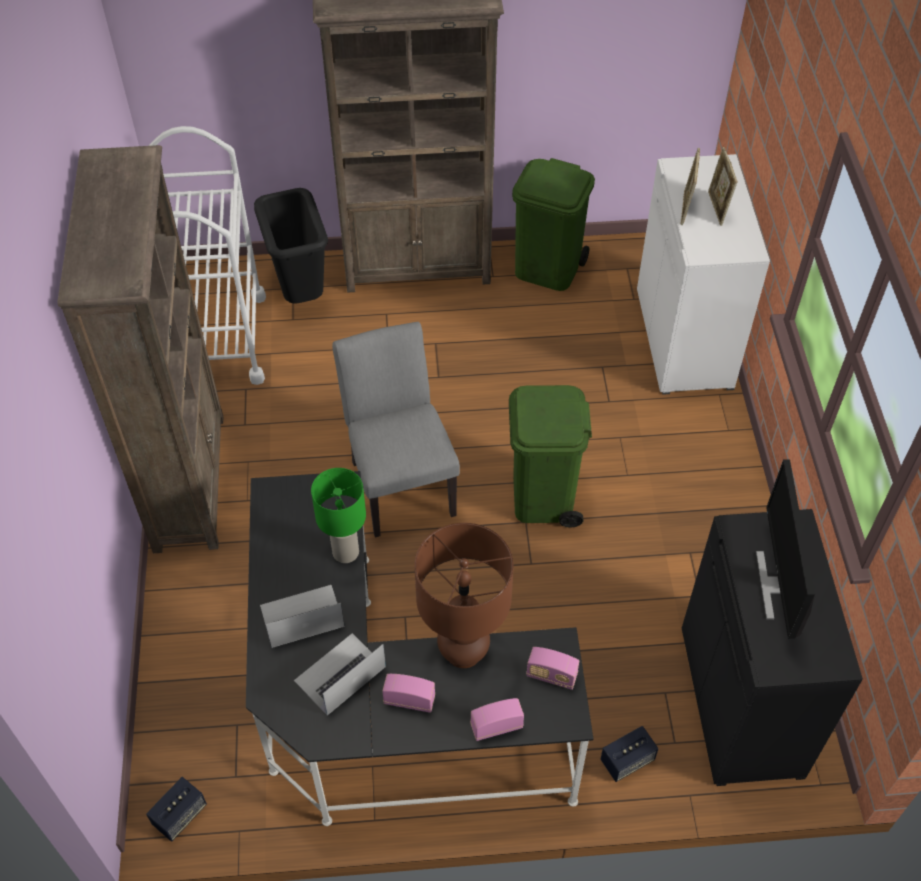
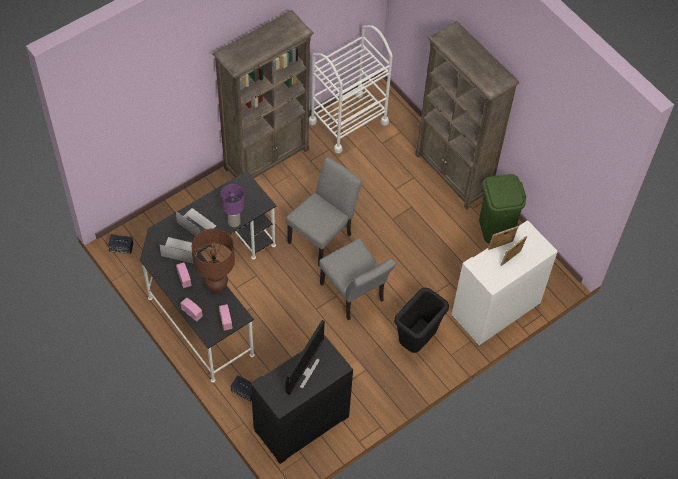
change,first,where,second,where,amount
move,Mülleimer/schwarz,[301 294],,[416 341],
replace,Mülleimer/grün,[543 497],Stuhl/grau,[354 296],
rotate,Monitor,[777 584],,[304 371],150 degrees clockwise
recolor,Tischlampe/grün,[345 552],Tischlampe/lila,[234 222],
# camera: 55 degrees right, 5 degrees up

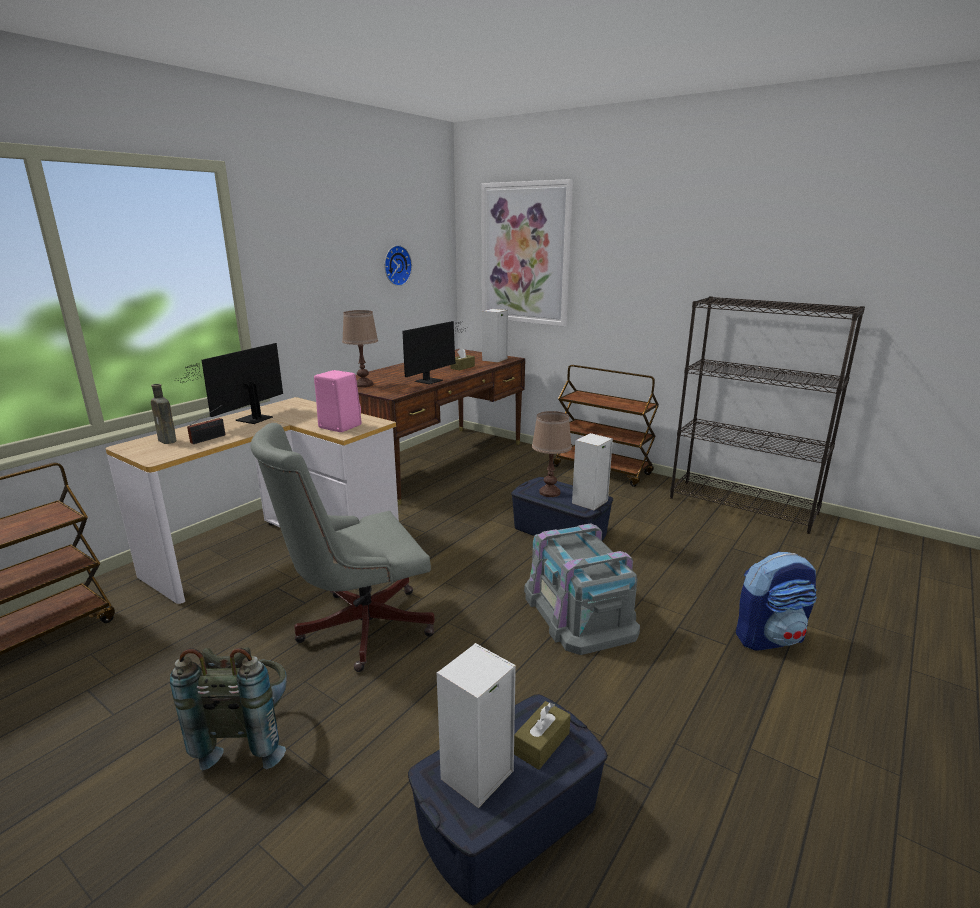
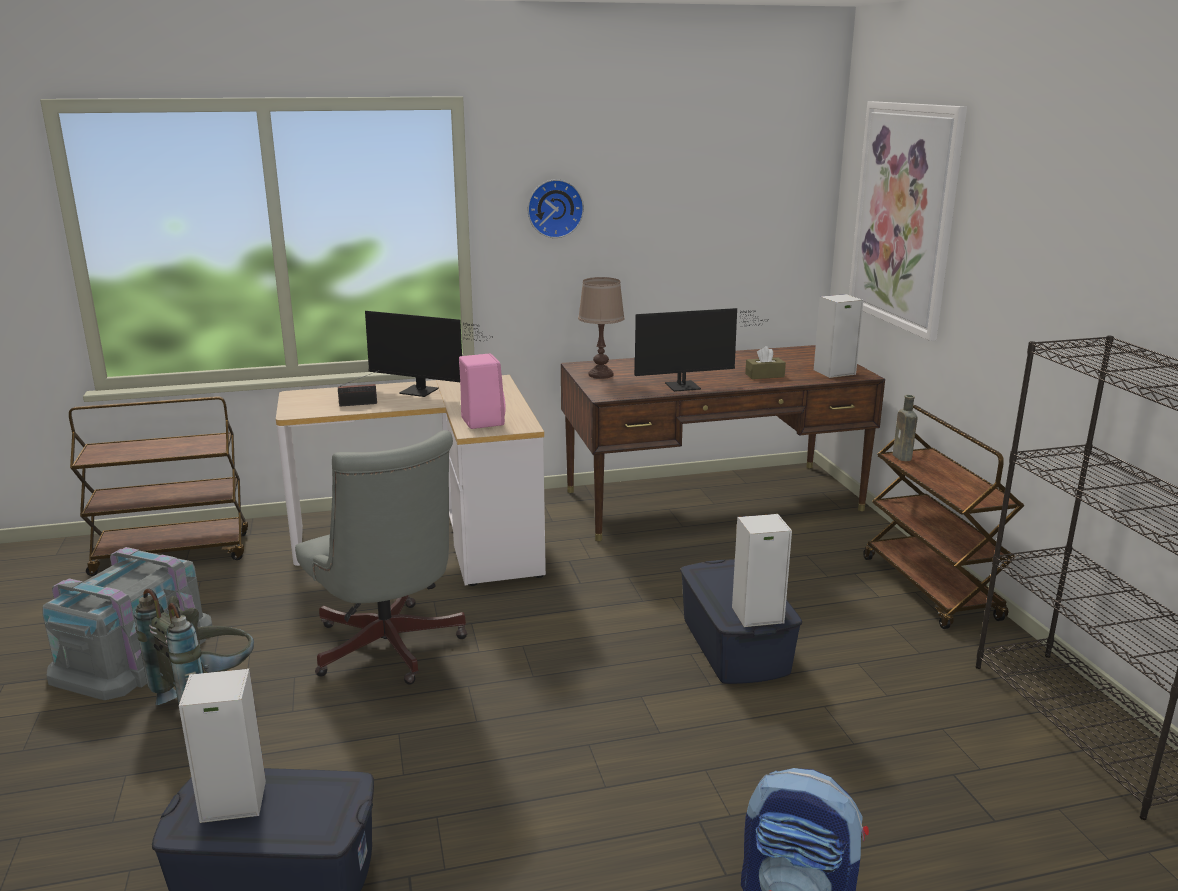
change,first,where,second,where,amount
move,Wanduhr,[396 265],,[554 208],
rotate,Monitor,[249 420],,[423 392],135 degrees counterclockwise
move,Flasche/braun,[168 441],,[903 457],
delete,Tischlampe/braun,[550 492],,,
rotate,Bürostuhl/grau,[357 627],,[389 651],135 degrees counterclockwise
move,Aufbewahrungsbox/grau,[578 611],,[133 652],
delete,Taschentuchbox/braun,[542 743],,,
# camera: 40 degrees right, 0 degrees up

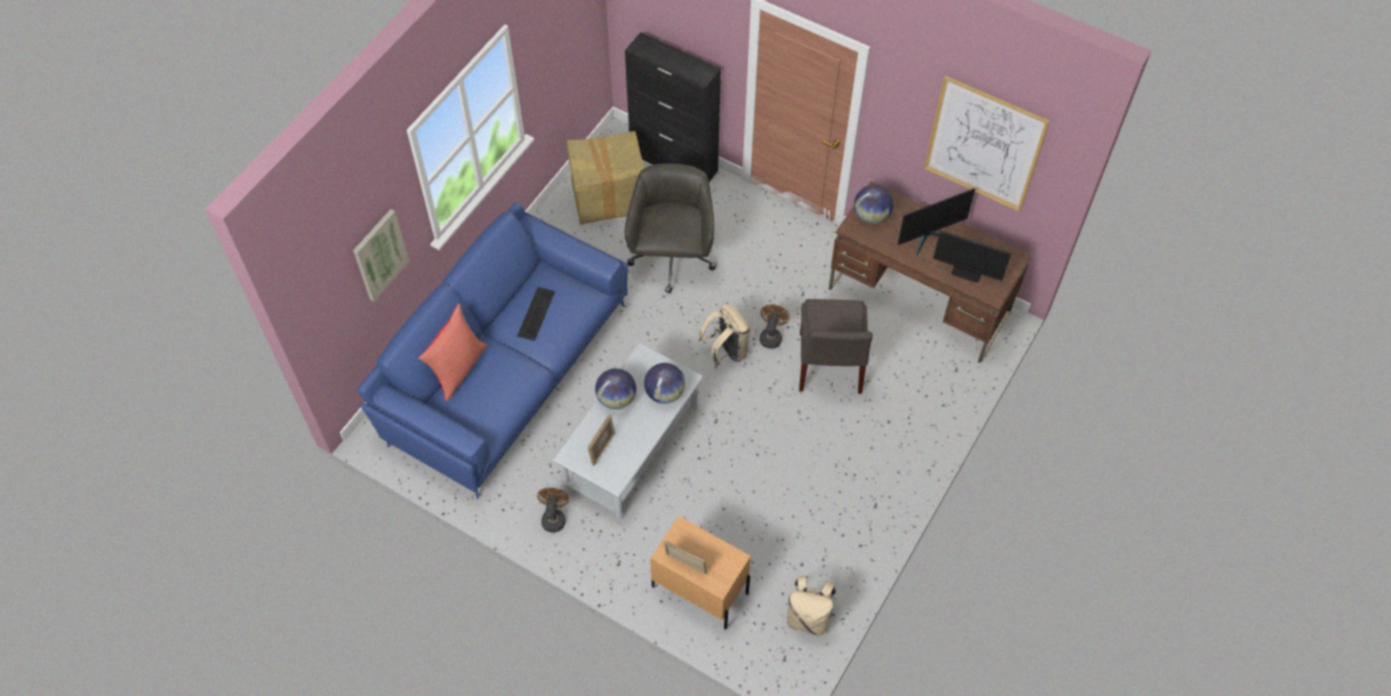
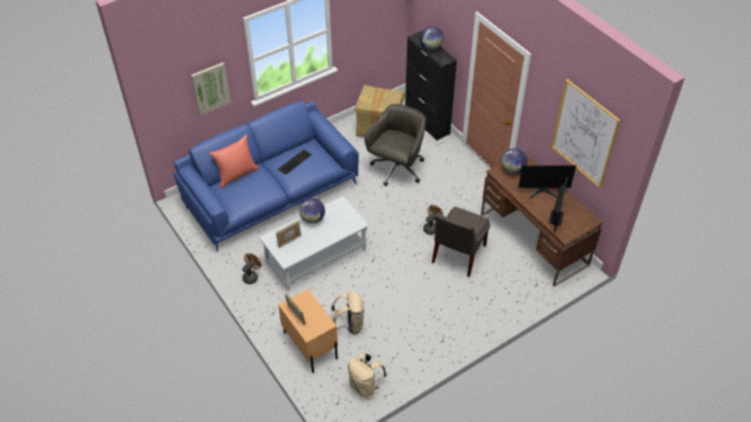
change,first,where,second,where,amount
rotate,Monitor,[967 271],,[556 217],120 degrees counterclockwise
move,Rucksack/beige,[726 351],,[349 325],
move,Globus,[664 393],,[431 47],
# camera: 25 degrees right, 10 degrees down

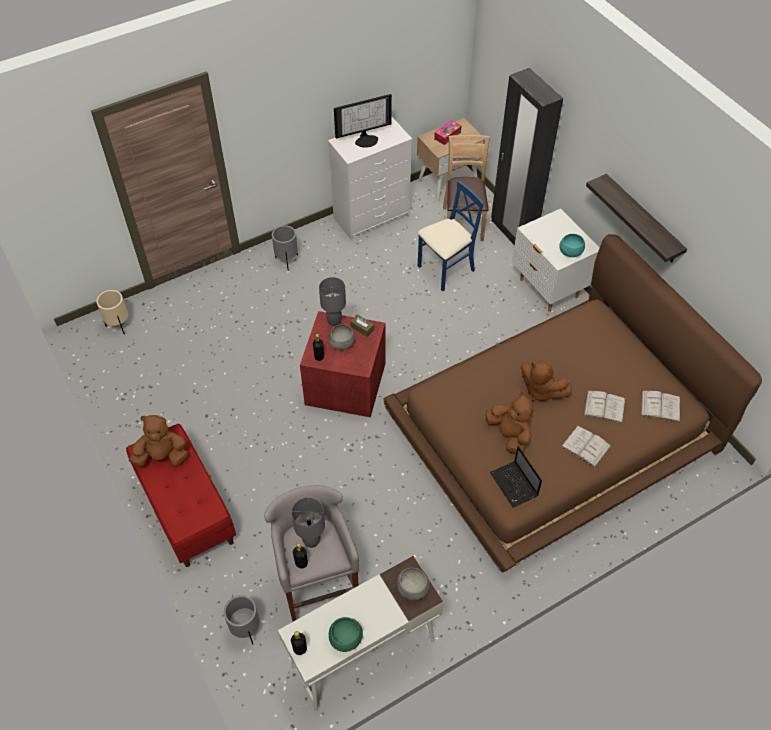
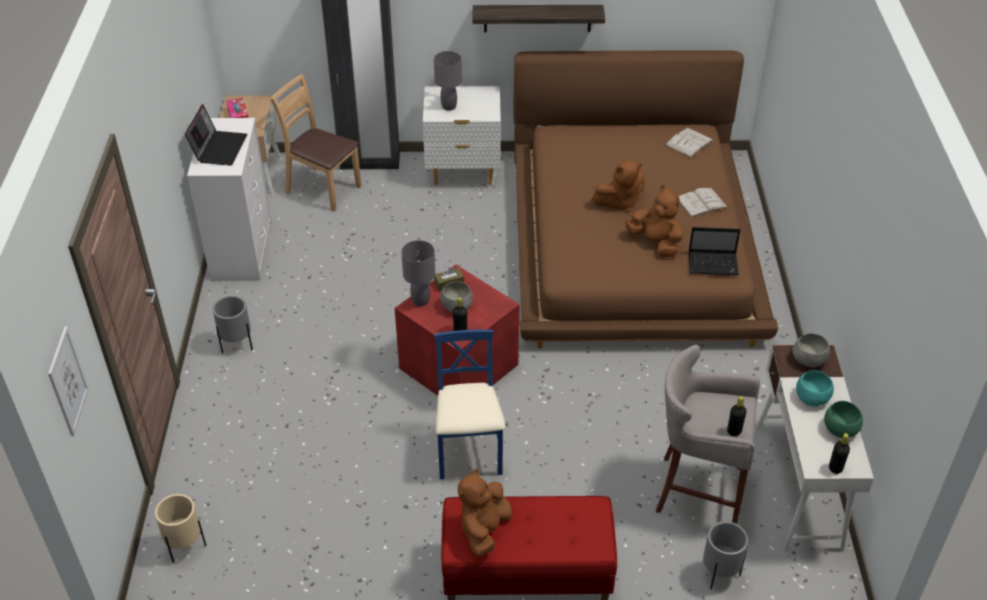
change,first,where,second,where,amount
replace,Monitor,[366 139],Laptop,[219 148],
move,Stuhl/blau,[446 269],,[469 452],
move,Schüssel/türkis,[571 252],,[811 397],
delete,Buch/weiß,[604 407],,,
rotate,Plüschtier/braun,[509 435],,[655 243],45 degrees clockwise
move,Tischlampe/grau,[311 541],,[449 107],
insert,,,Bild,[67 381],
# camera: 60 degrees left, 10 degrees down

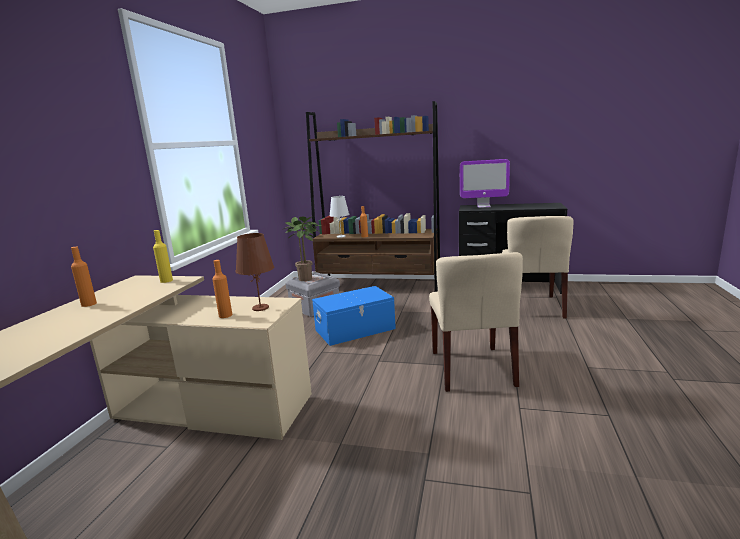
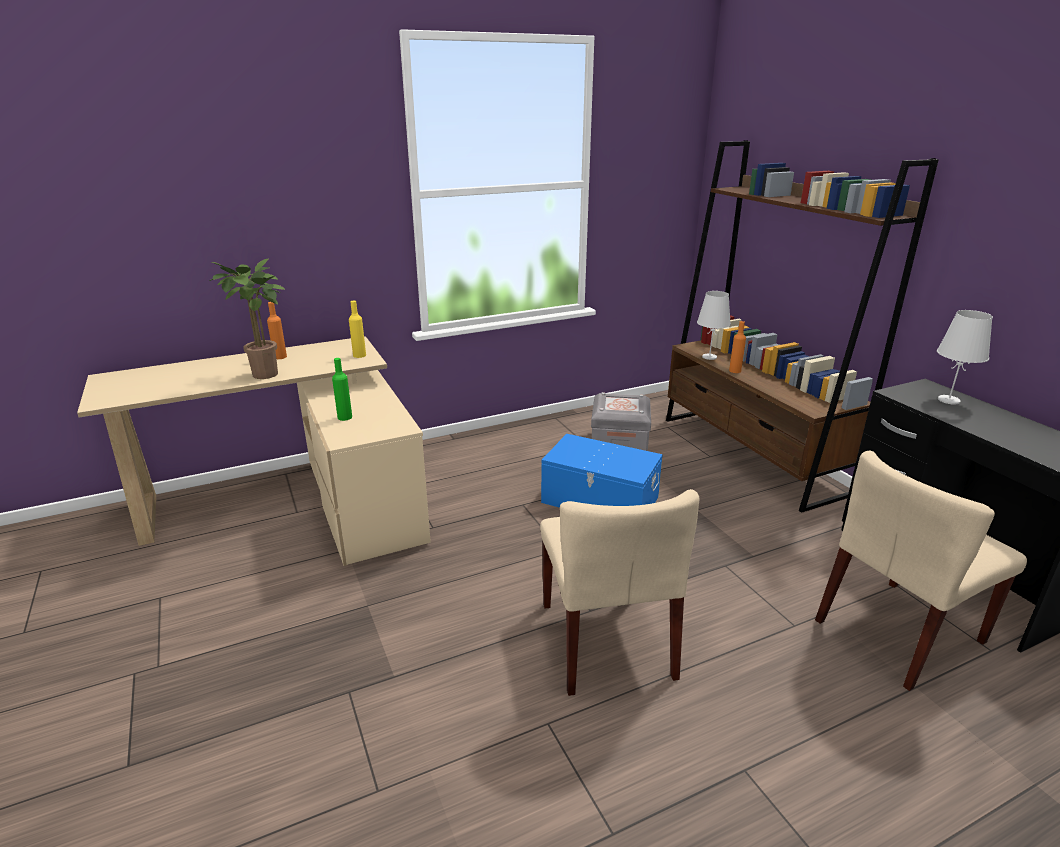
change,first,where,second,where,amount
replace,Monitor,[483 206],Tischlampe/weiß,[949 400],
move,Topfpflanze,[308 279],,[266 376],
delete,Tischlampe/braun,[260 308],,,
rotate,Stuhl/beige,[472 368],,[607 640],60 degrees counterclockwise
recolor,Flasche/orange,[225 315],Flasche/grün,[345 417],
# camera: 50 degrees right, 10 degrees up

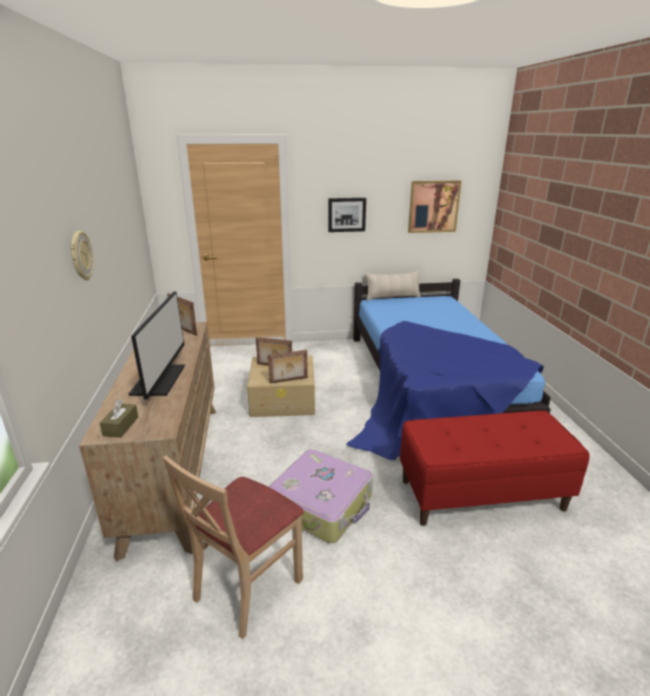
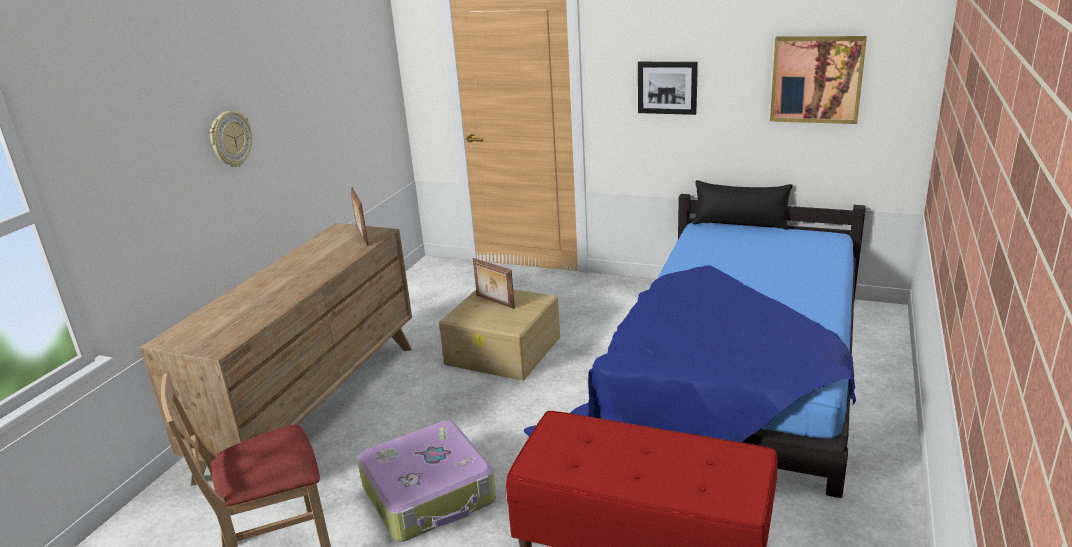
change,first,where,second,where,amount
recolor,Kissen/beige,[392 297],Kissen/schwarz,[740 224],
delete,Monitor,[159 379],,,
delete,Bilderrahmen,[288 380],,,
delete,Taschentuchbox/braun,[121 426],,,
# camera: 30 degrees right, 0 degrees up

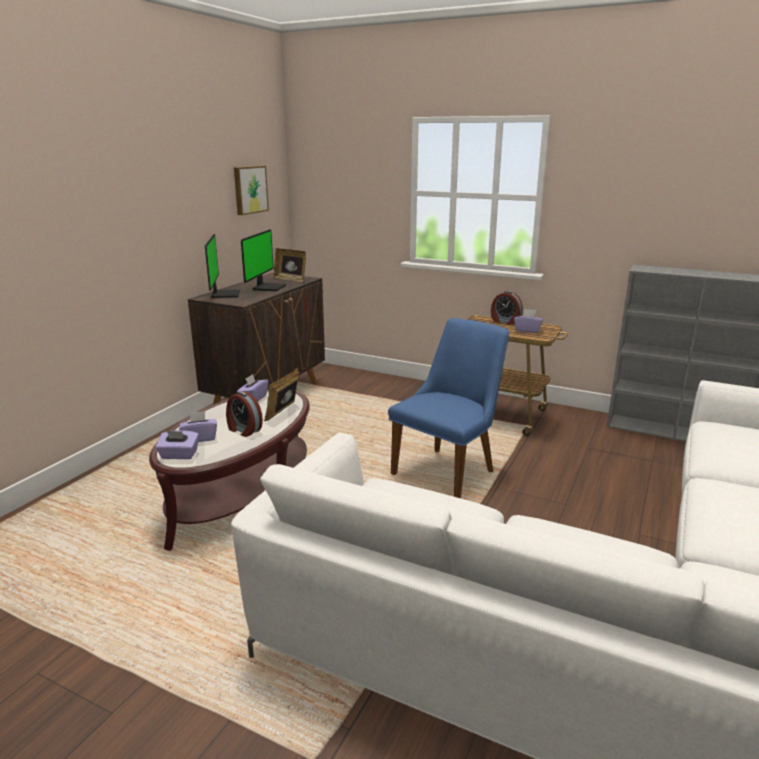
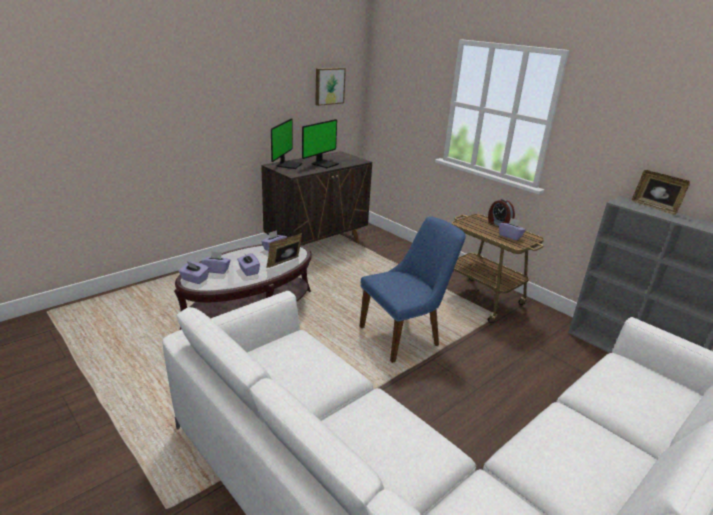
change,first,where,second,where,amount
move,Bilderrahmen,[291 279],,[654 207],
replace,Wecker,[244 430],Taschentuchbox/lila,[248 271],
# camera: 20 degrees right, 5 degrees up

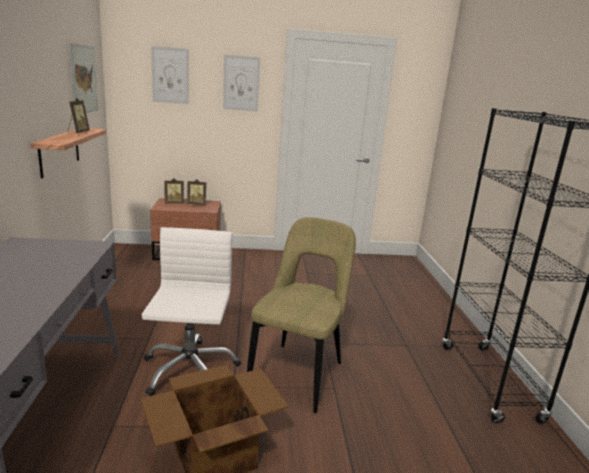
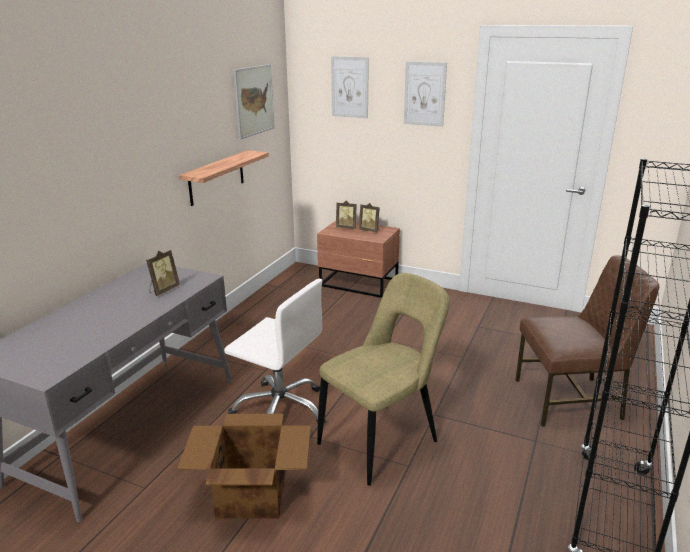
change,first,where,second,where,amount
move,Bilderrahmen,[78 133],,[163 290],
rotate,Bürostuhl/weiß,[189 370],,[280 410],90 degrees clockwise
insert,,,Stuhl/braun,[570 400],
# camera: 30 degrees right, 5 degrees up

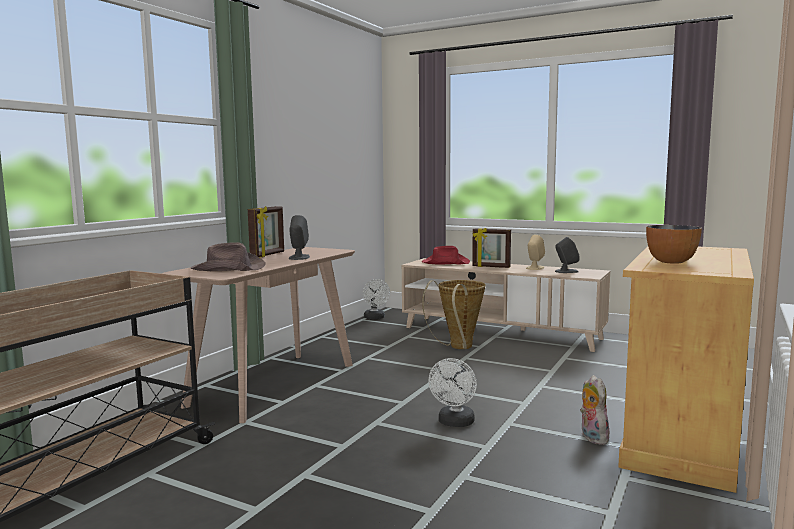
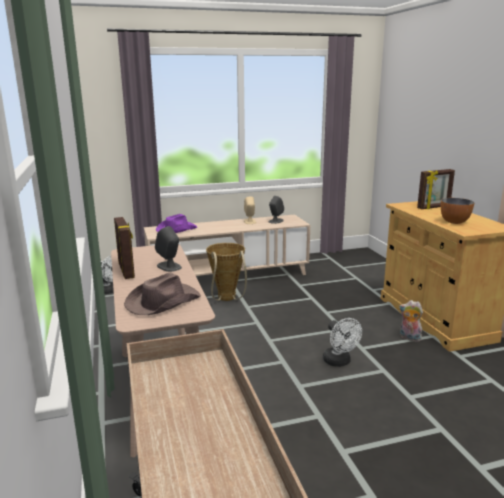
change,first,where,second,where,amount
move,Bilderrahmen,[491 267],,[434 207],
recolor,Hut/rot,[445 262],Hut/lila,[176 229],
# camera: 45 degrees left, 10 degrees up

